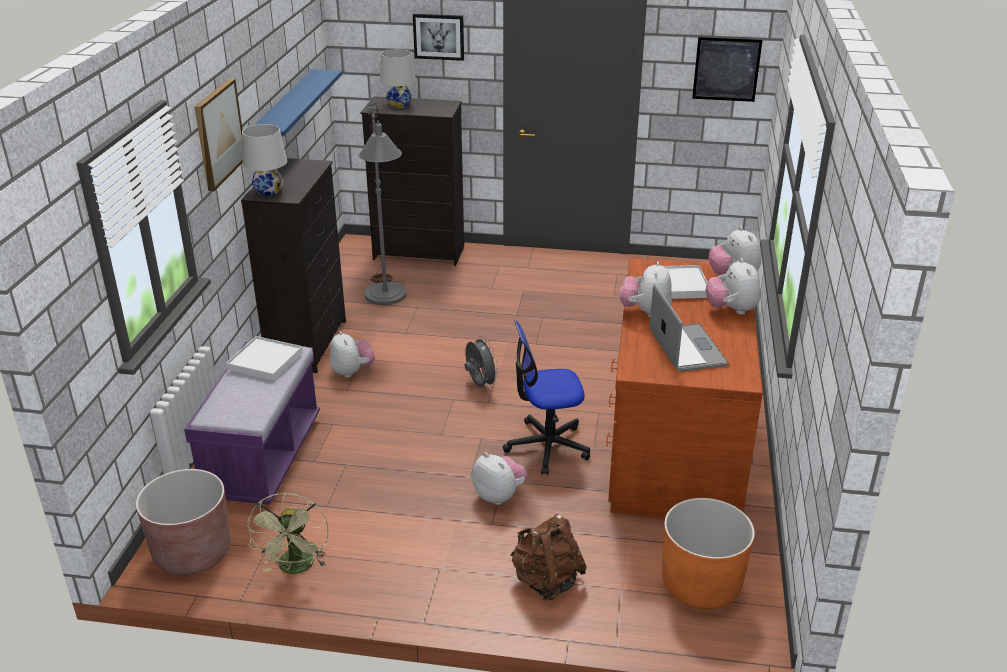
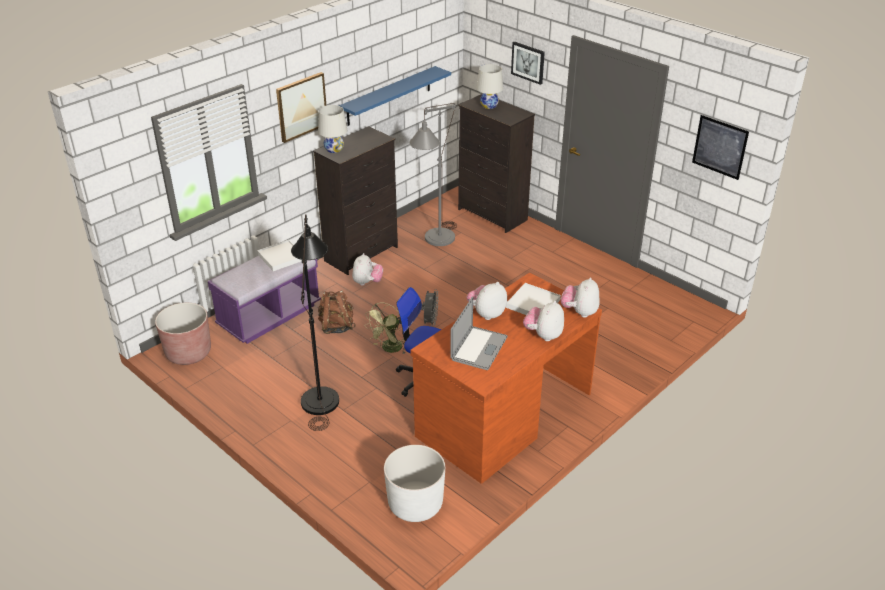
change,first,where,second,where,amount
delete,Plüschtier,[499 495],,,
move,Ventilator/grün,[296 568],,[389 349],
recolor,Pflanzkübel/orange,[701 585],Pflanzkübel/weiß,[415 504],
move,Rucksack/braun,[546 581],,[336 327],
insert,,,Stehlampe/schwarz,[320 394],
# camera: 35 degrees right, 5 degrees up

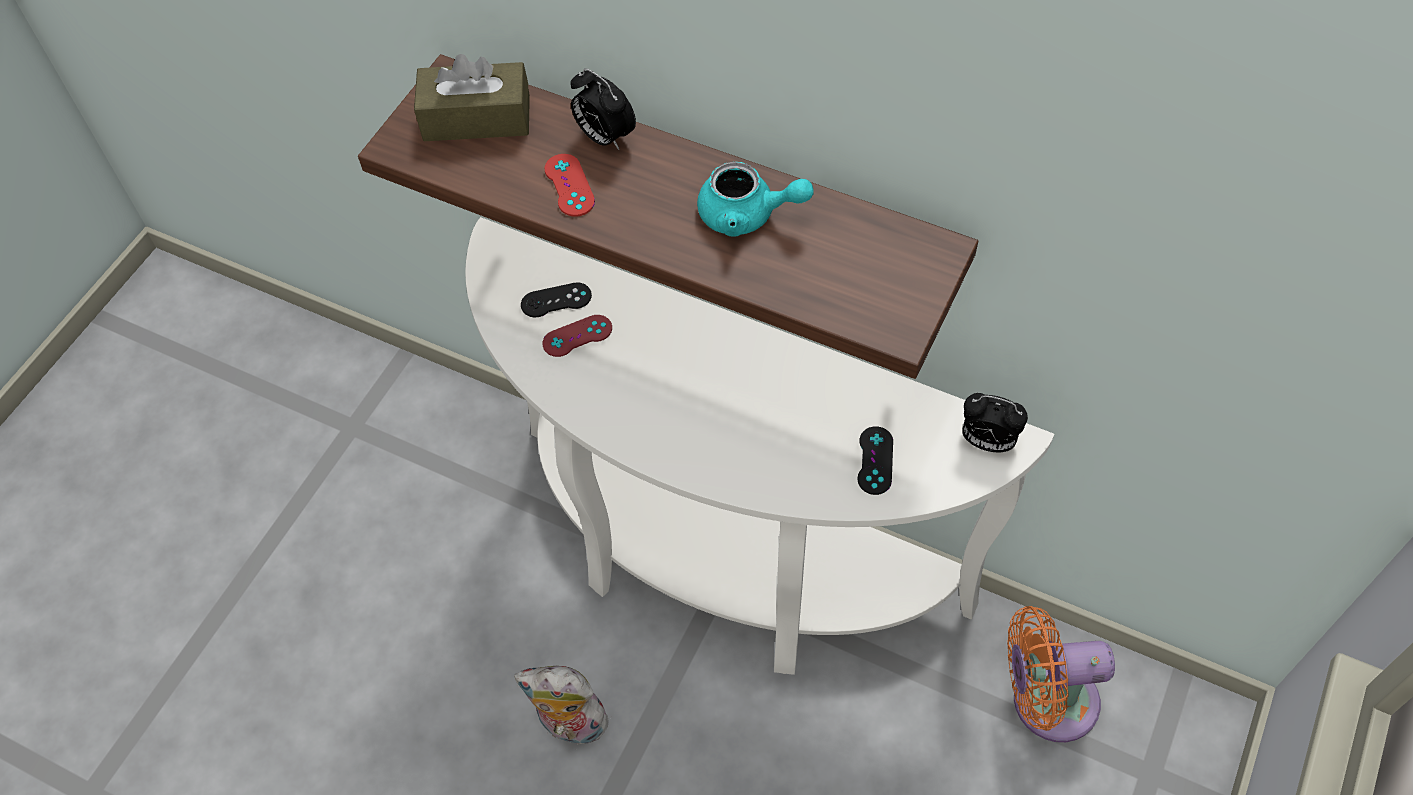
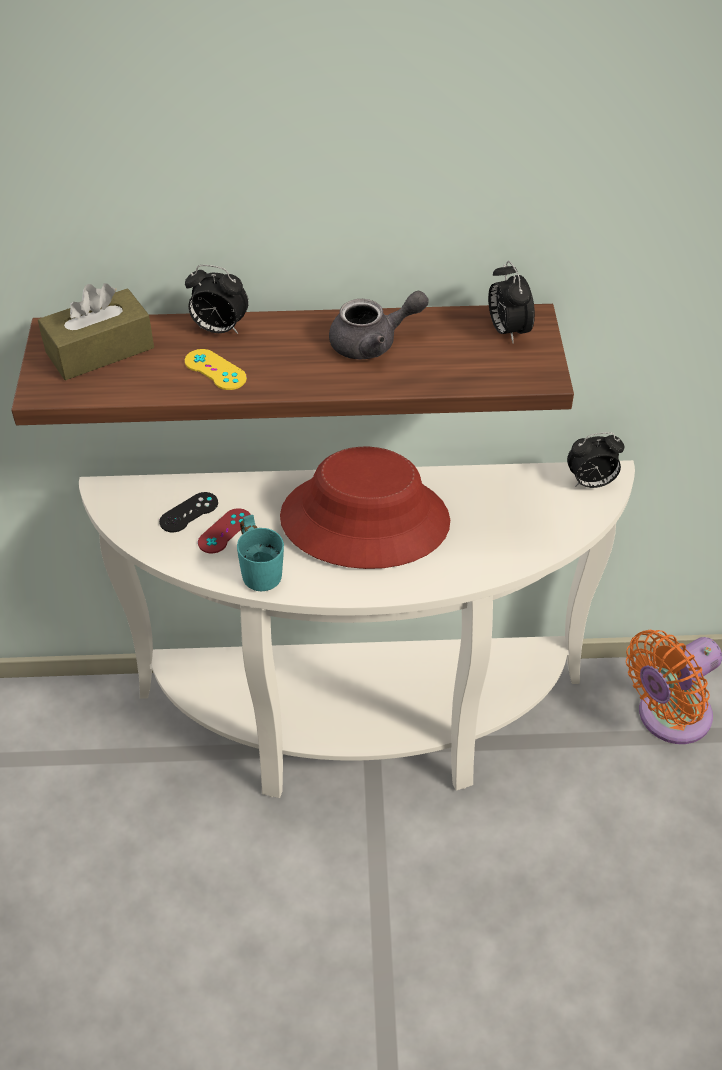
change,first,where,second,where,amount
recolor,Gamepad/rot,[569 185],Gamepad/gelb,[215 370],
recolor,Teekanne/türkis,[747 215],Teekanne/grau,[373 343],
delete,Gamepad/schwarz,[875 460],,,
delete,Plüschtier,[570 725],,,
insert,,,Wecker,[507 331],
insert,,,Hut/rot,[365 520],
insert,,,Henkelbecher/türkis,[264 570],
# camera: 30 degrees left, 10 degrees down

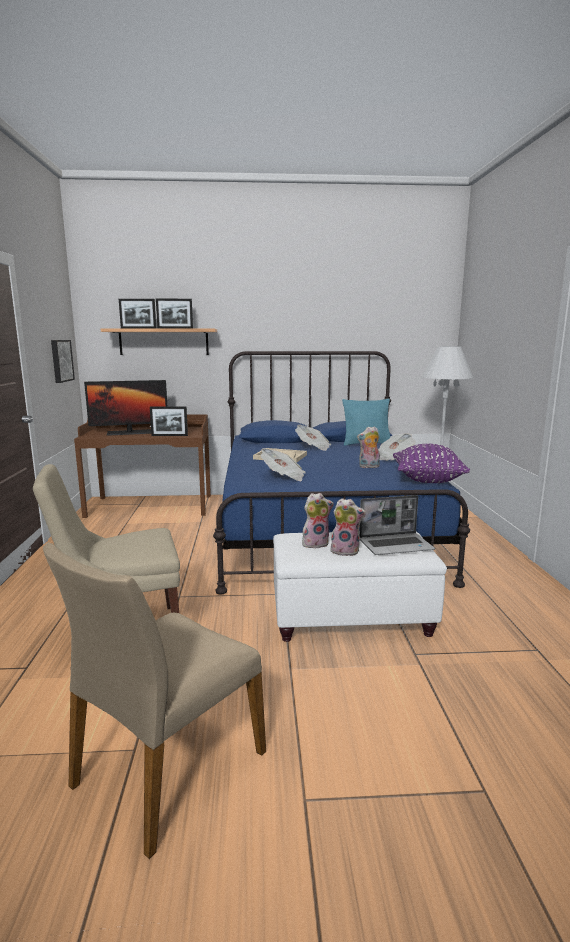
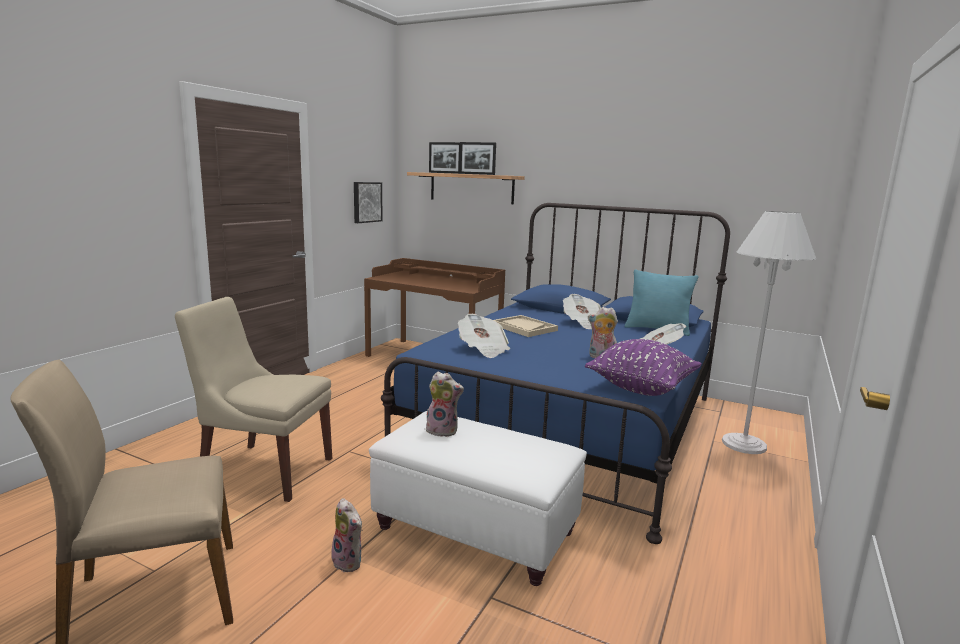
change,first,where,second,where,amount
delete,Monitor,[129 432],,,
delete,Bilderrahmen,[169 435],,,
delete,Laptop,[396 545],,,
move,Plüschtier,[346 551],,[349 561],
# camera: 30 degrees right, 0 degrees up

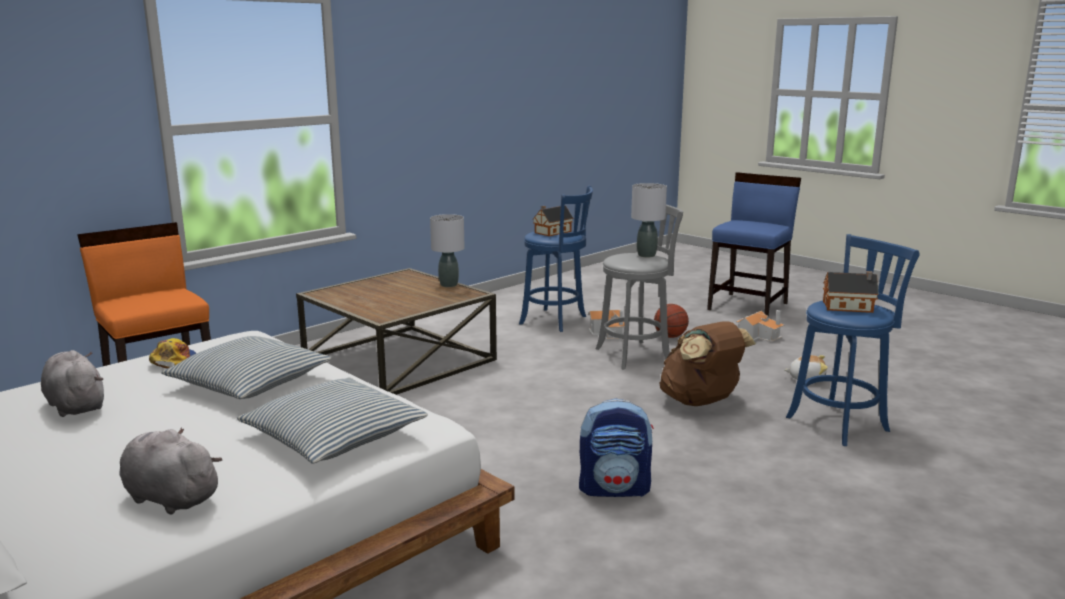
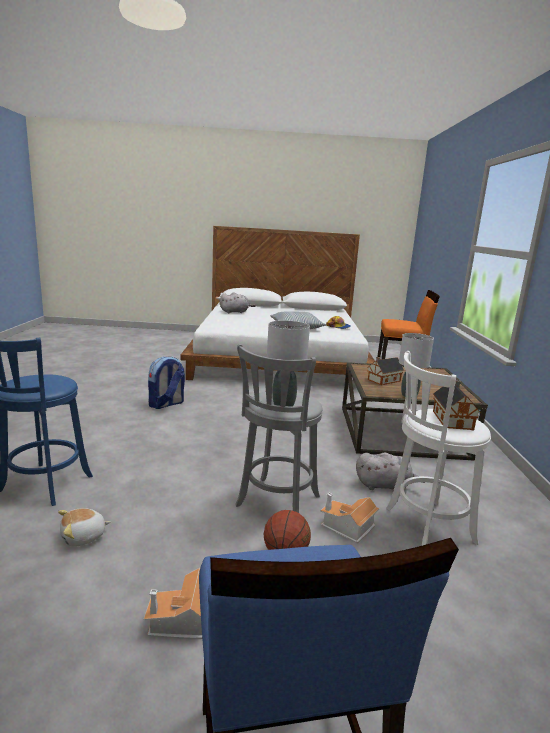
change,first,where,second,where,amount
recolor,Hocker/blau,[556 321],Hocker/weiß,[425 526],
move,Spielzeughaus,[850 307],,[382 380],
delete,Rucksack/braun,[701 402],,,
move,Plüschtier/grau,[75 405],,[385 485],
delete,Kissen,[334 436],,,
# camera: 135 degrees right, 0 degrees up

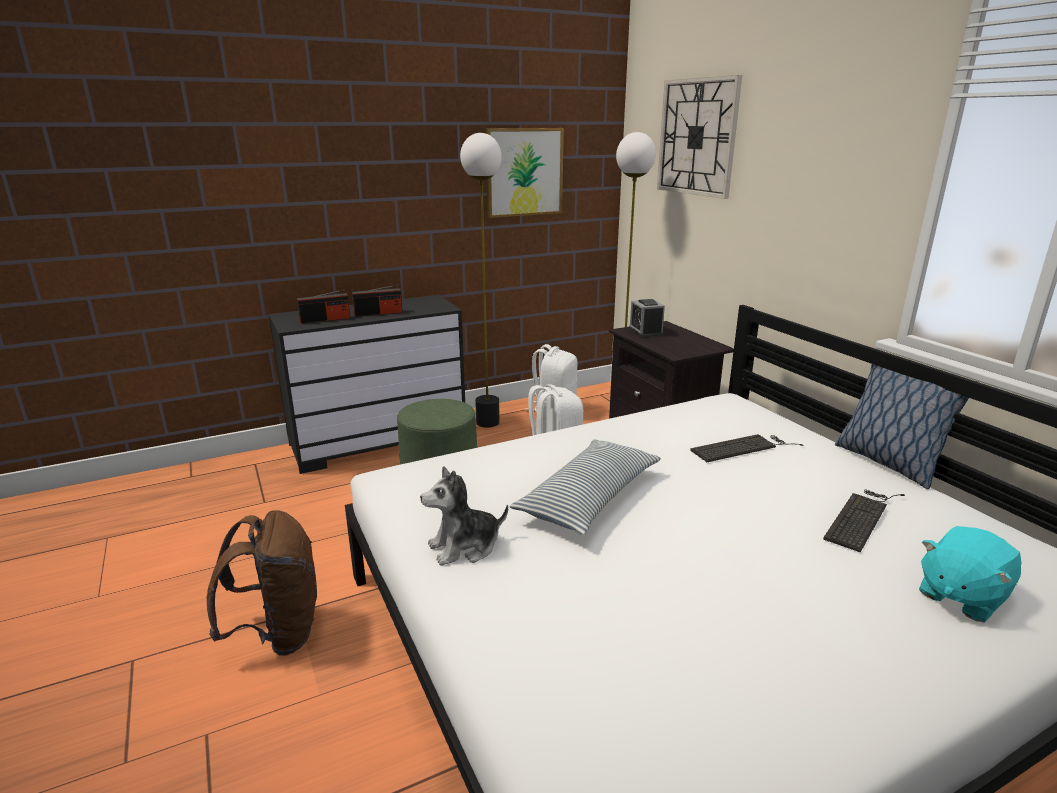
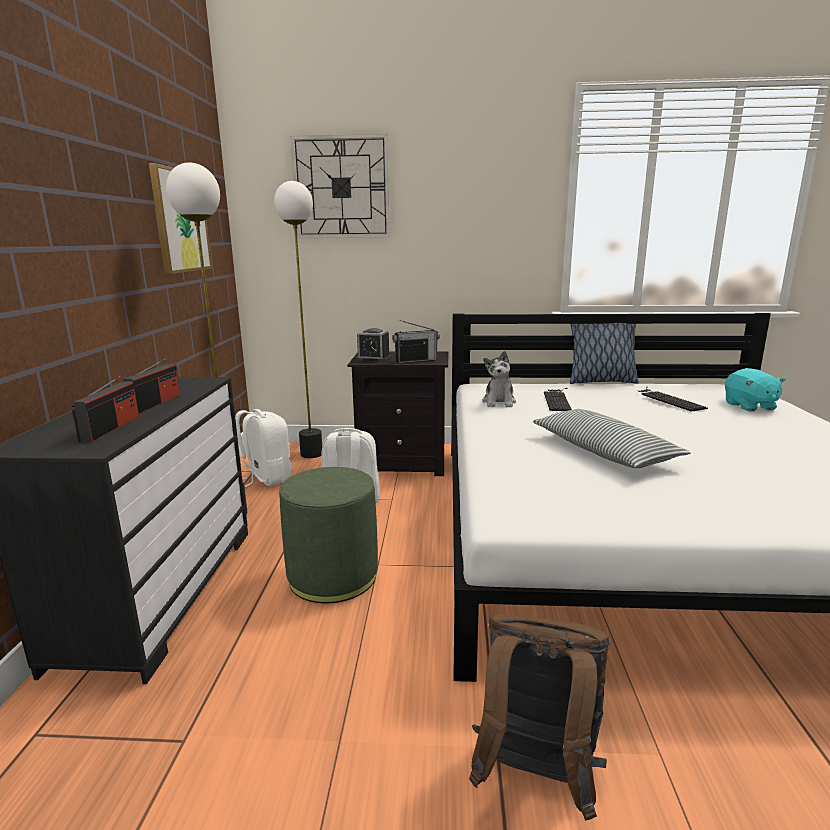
change,first,where,second,where,amount
move,Plüschtier,[465 547],,[499 402],
insert,,,Radio,[416 360],
# camera: 60 degrees left, 5 degrees down

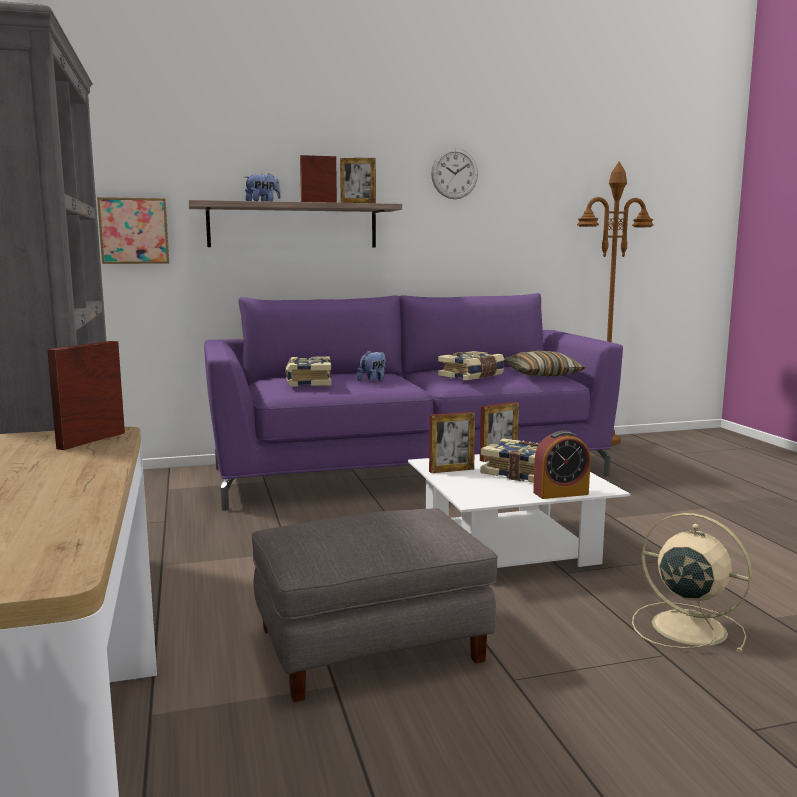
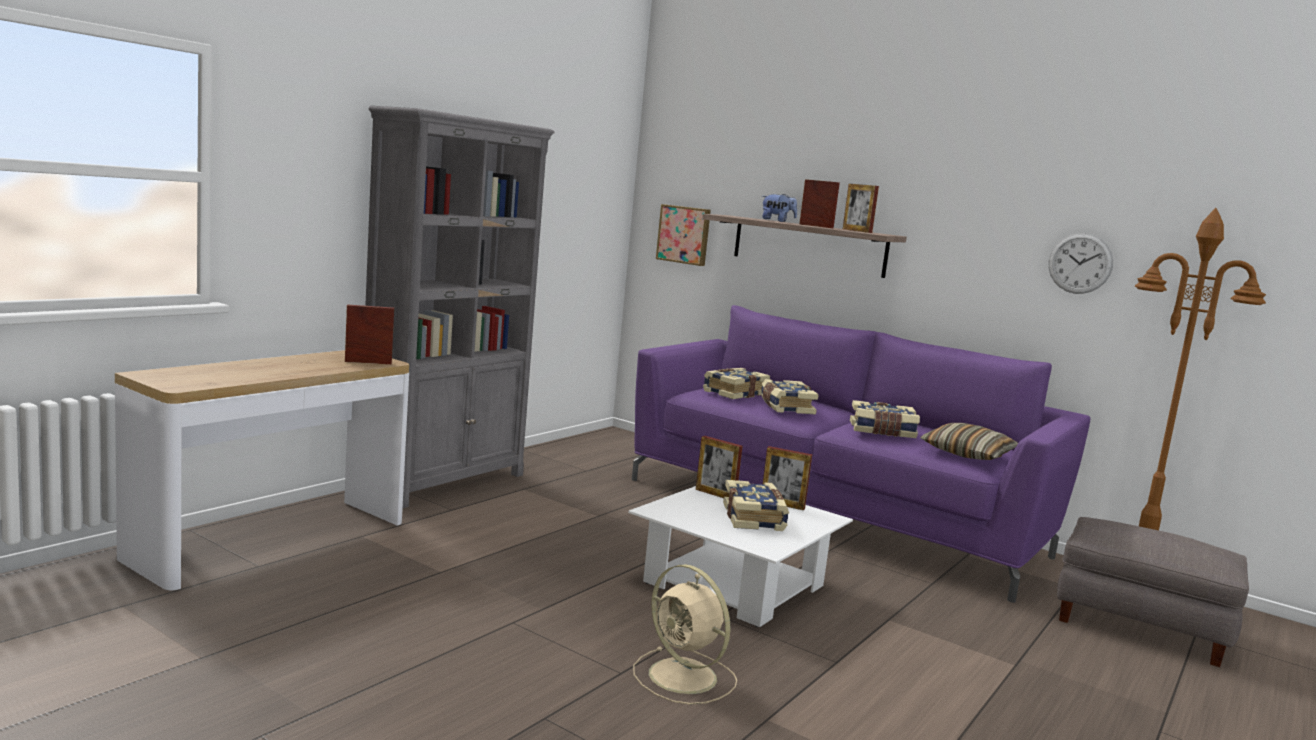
change,first,where,second,where,amount
move,Wanduhr,[454 173],,[1080 263],
replace,Plüschtier,[373 380],Buch,[785 407],
delete,Wecker,[560 493],,,
move,Polsterhocker/grau,[370 646],,[1139 625],
rotate,Ventilator/beige,[685 627],,[685 677],135 degrees clockwise
# camera: 50 degrees right, 0 degrees up

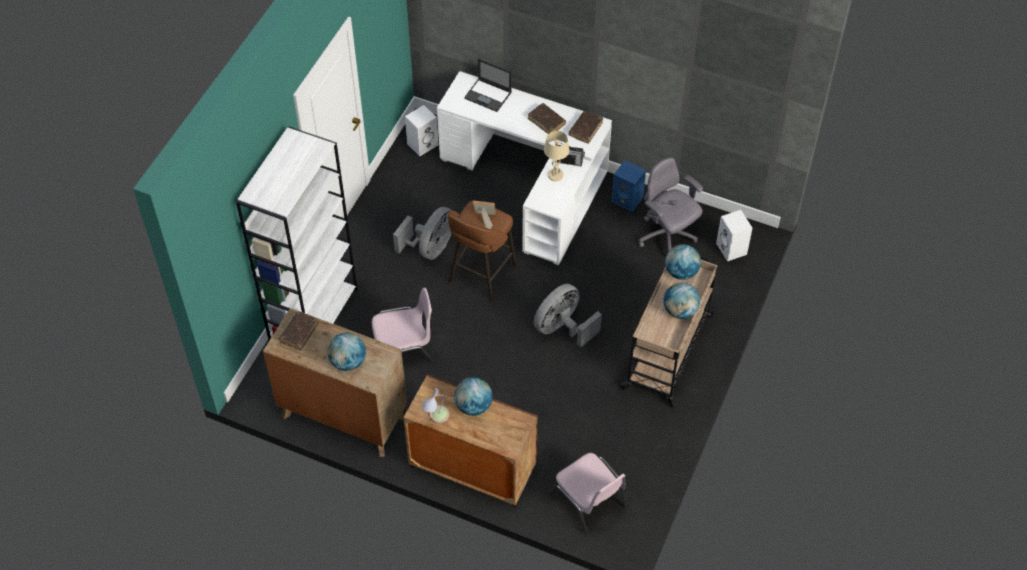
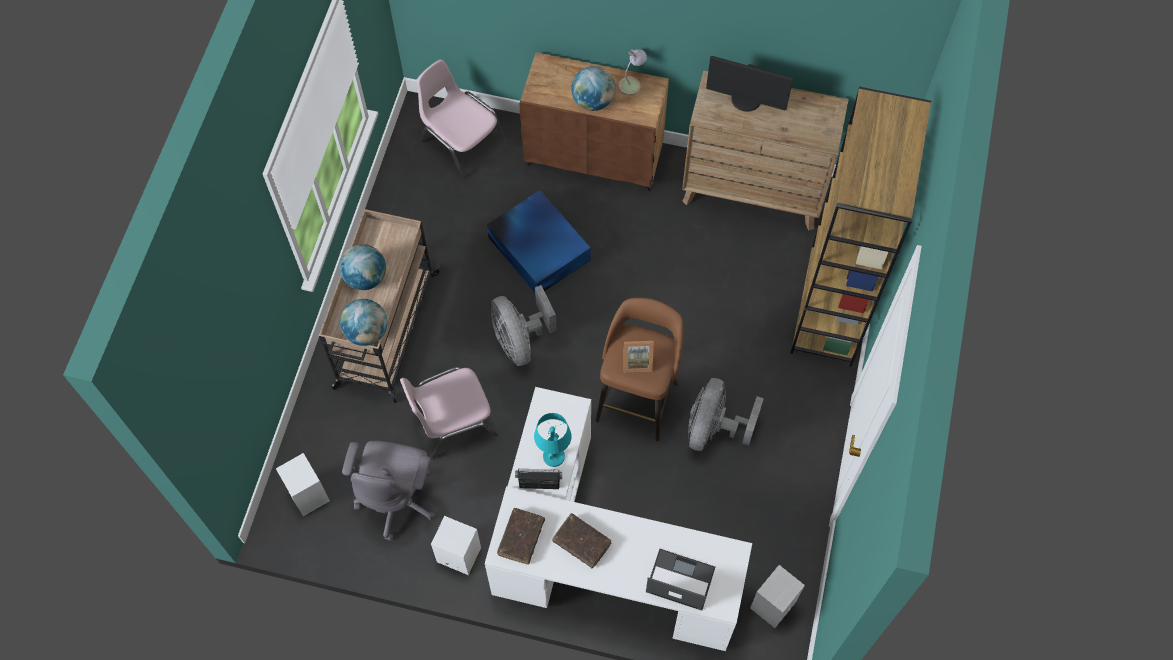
change,first,where,second,where,amount
recolor,Bücherregal/weiß,[314 316],Bücherregal/braun,[831 308],
recolor,Tischlampe/beige,[555 175],Tischlampe/türkis,[554 456],
rotate,Bürostuhl/grau,[667 237],,[398 499],60 degrees clockwise
recolor,Lautsprecher/blau,[628 199],Lautsprecher/weiß,[457 555],
rotate,Ventilator/grau,[563 328],,[520 340],120 degrees clockwise
move,Stuhl/rosa,[404 349],,[451 420],
delete,Buch/braun,[299 333],,,
replace,Globus,[348 362],Monitor,[746 100],
insert,,,Aufbewahrungsbox/blau,[538 247],
# camera: 170 degrees right, 10 degrees up

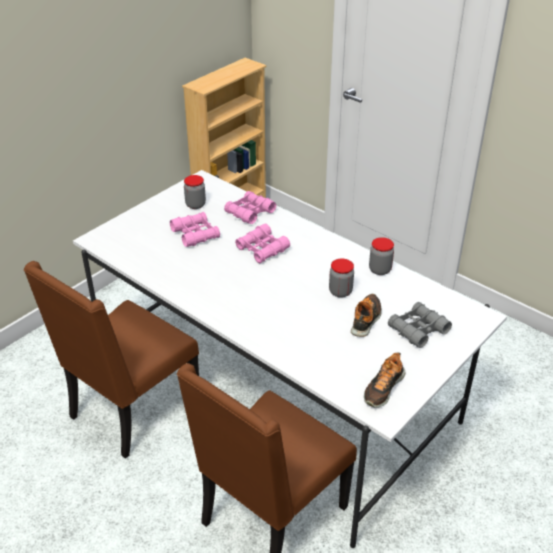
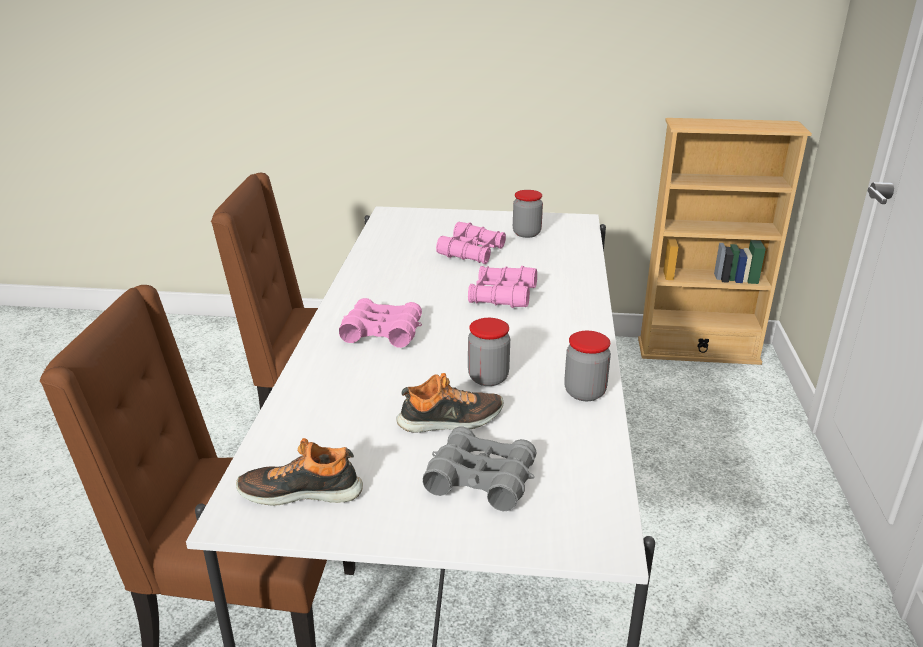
change,first,where,second,where,amount
move,Fernglas/rosa,[250 212],,[382 332],
# camera: 55 degrees right, 10 degrees down

